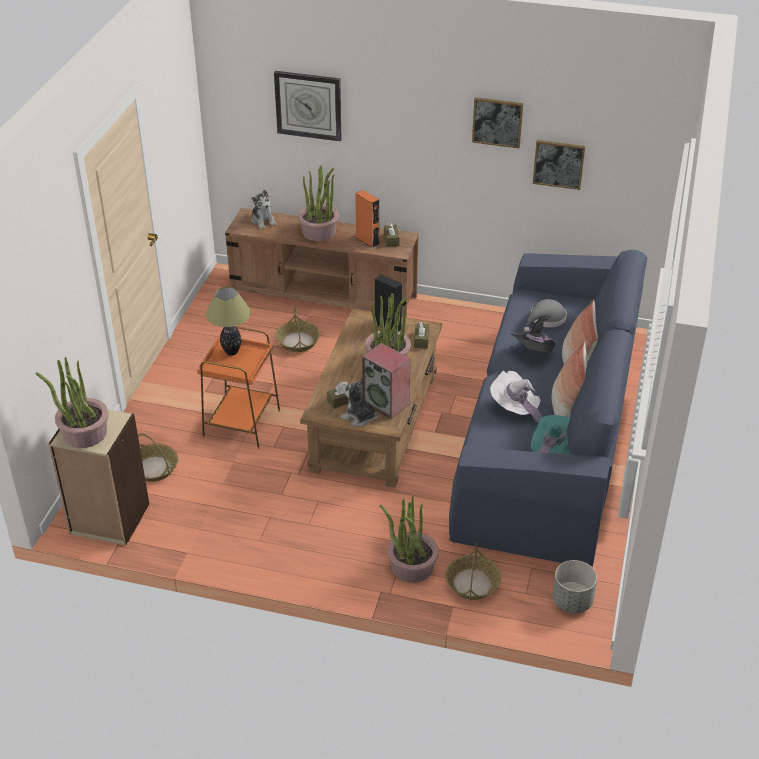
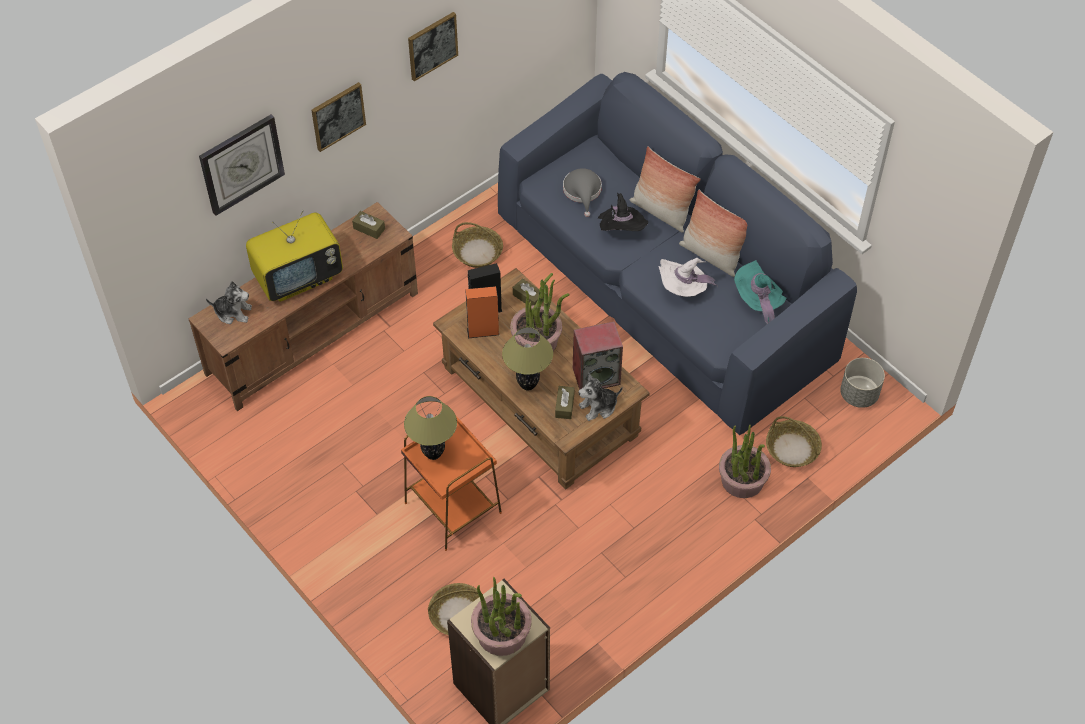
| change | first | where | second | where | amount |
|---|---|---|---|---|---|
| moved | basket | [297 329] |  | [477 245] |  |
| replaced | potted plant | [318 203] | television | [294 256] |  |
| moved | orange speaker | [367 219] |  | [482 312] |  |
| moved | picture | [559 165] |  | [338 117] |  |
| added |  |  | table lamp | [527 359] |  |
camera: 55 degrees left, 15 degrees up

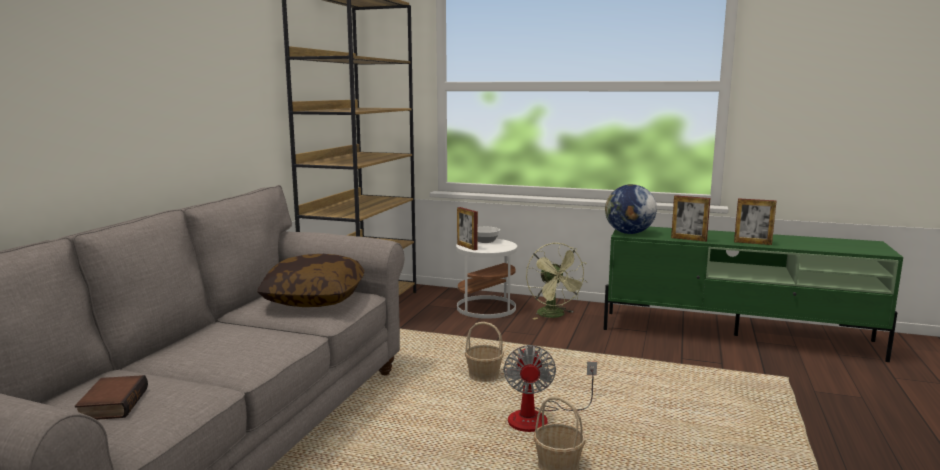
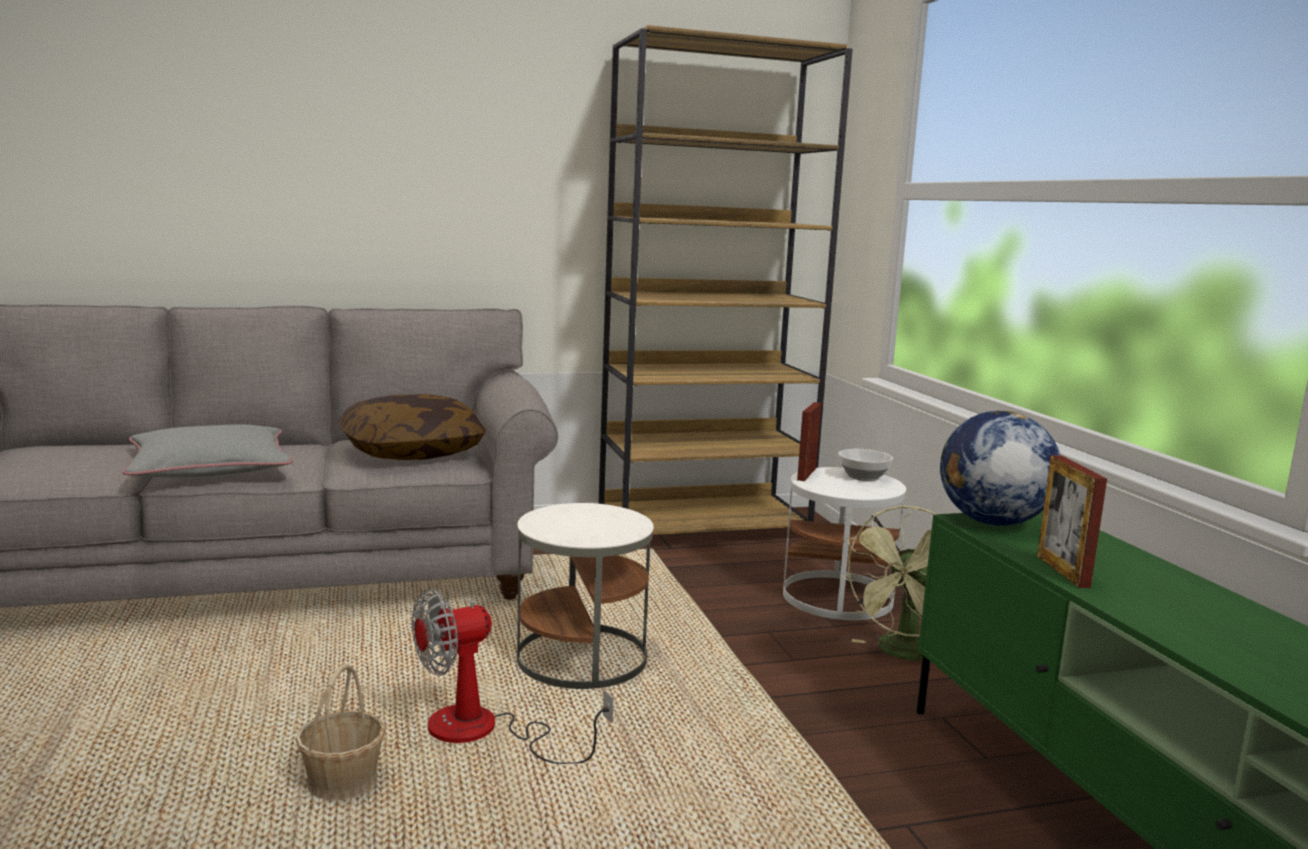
| change | first | where | second | where | amount |
|---|---|---|---|---|---|
| removed | book | [111 397] |  |  |  |
| replaced | basket | [484 352] | white side table | [585 596] |  |
| removed | picture frame | [755 221] |  |  |  |
| added |  |  | grey pillow | [207 450] |  |
camera: 55 degrees right, 0 degrees up

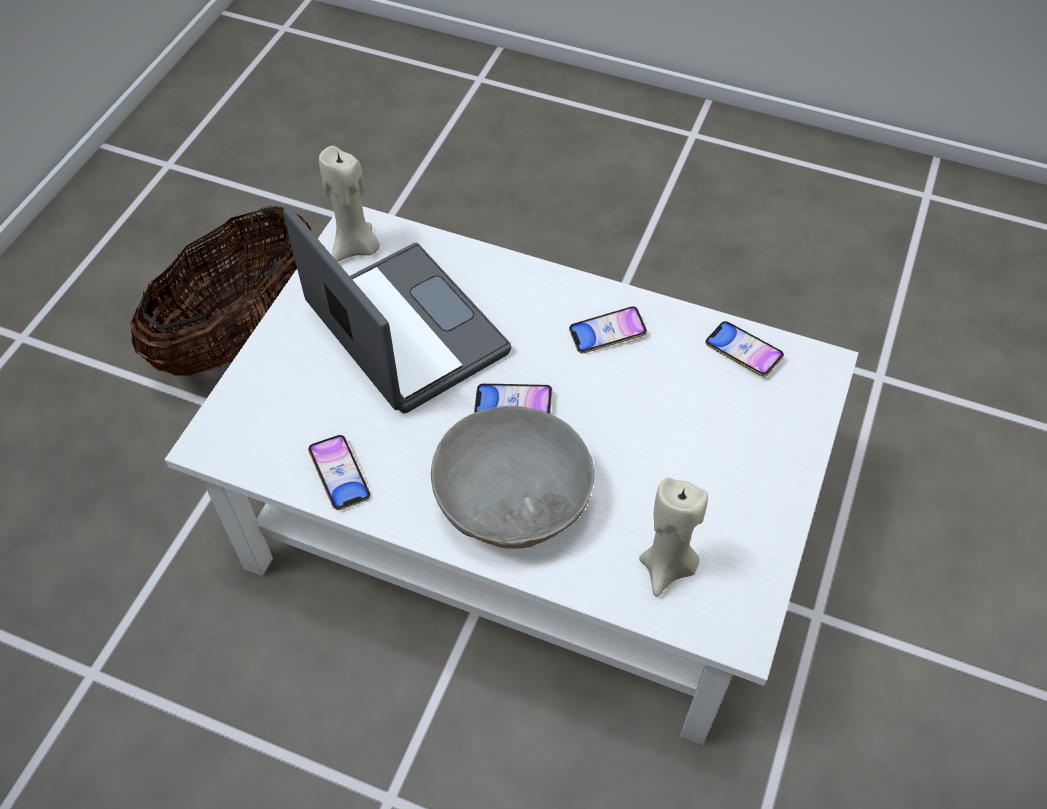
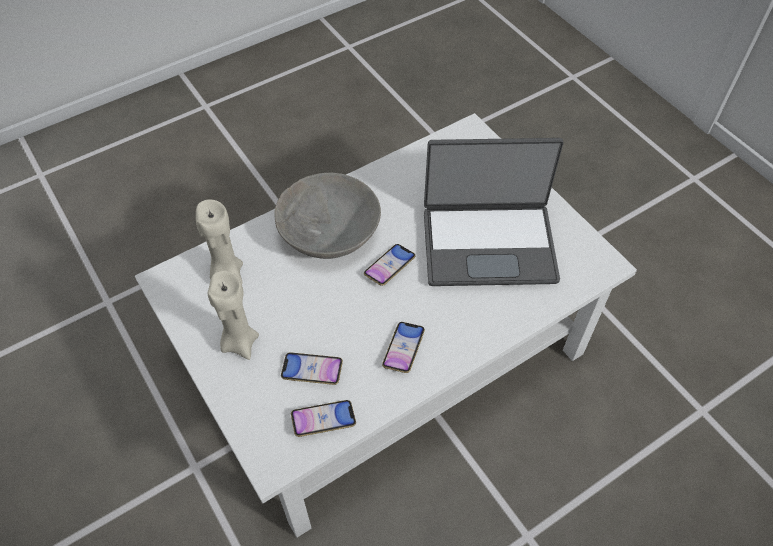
| change | first | where | second | where | amount |
|---|---|---|---|---|---|
| removed | basket | [221 291] |  |  |  |
| moved | phone | [339 472] |  | [312 368] |  |
| moved | beige candle | [349 204] |  | [233 315] |  |
camera: 125 degrees right, 0 degrees up

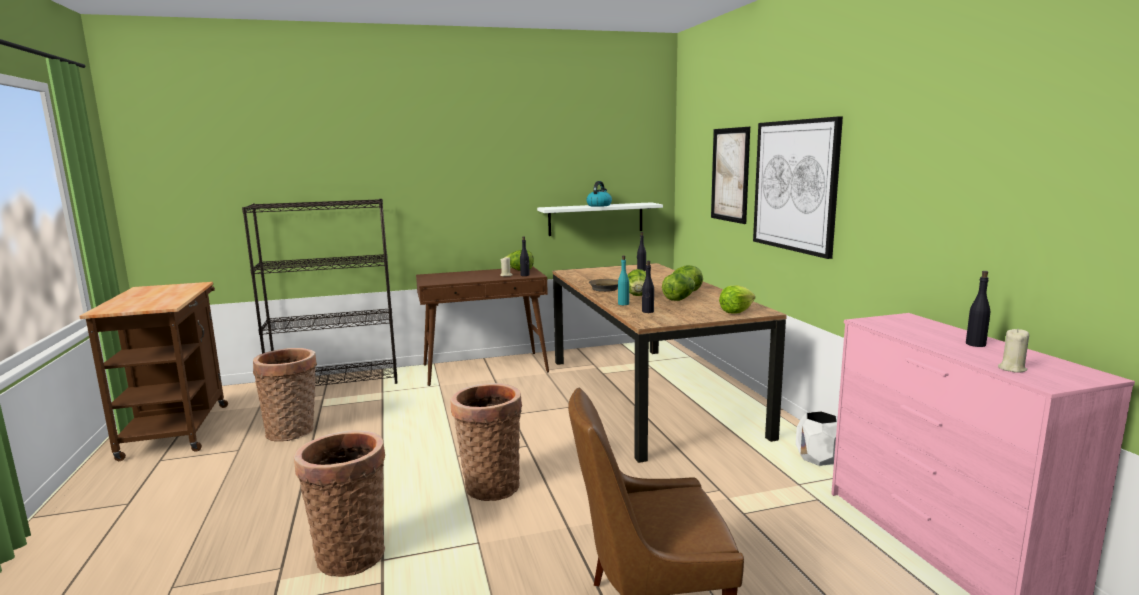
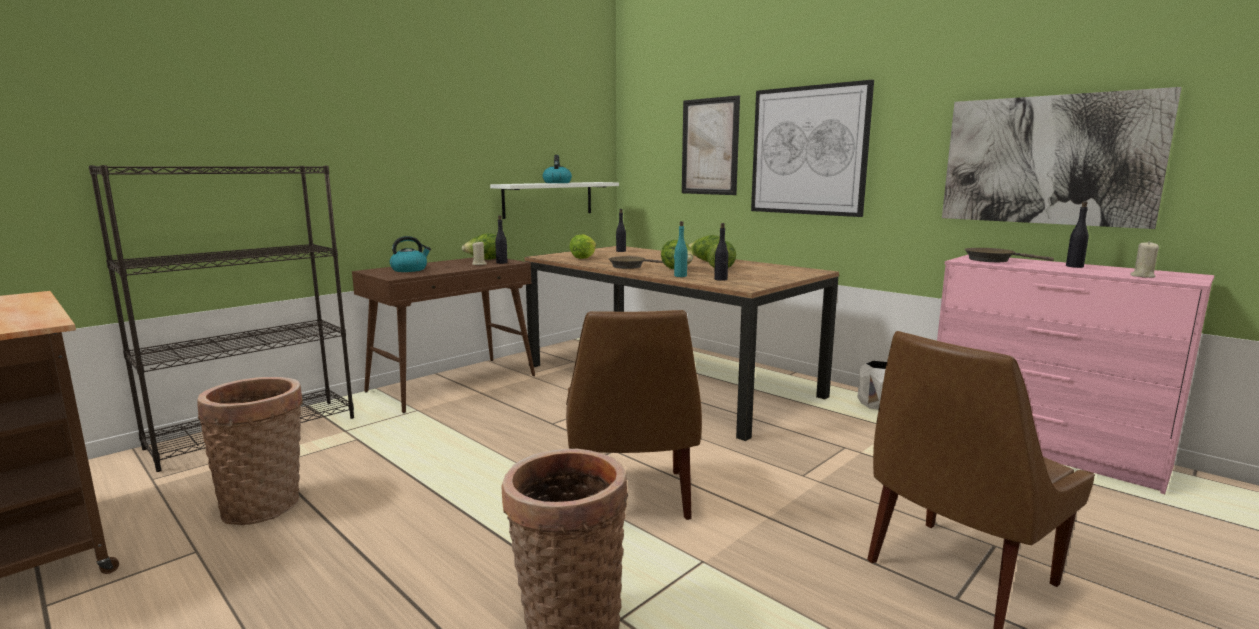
| change | first | where | second | where | amount |
|---|---|---|---|---|---|
| replaced | basket | [486 442] | brown chair | [634 415] |  |
| moved | lettuce | [737 299] |  | [582 246] |  |
| added |  |  | kettle | [410 254] |  |
| added |  |  | picture | [1062 158] |  |
| added |  |  | brown frying pan | [1009 255] |  |
camera: 30 degrees left, 0 degrees up

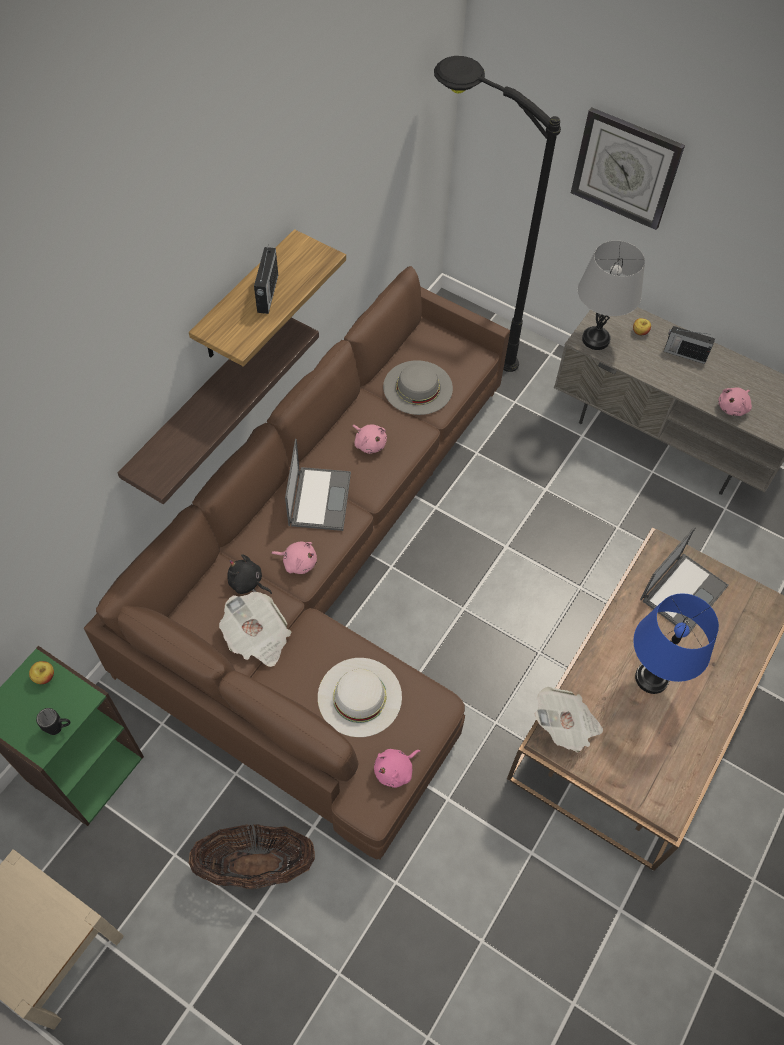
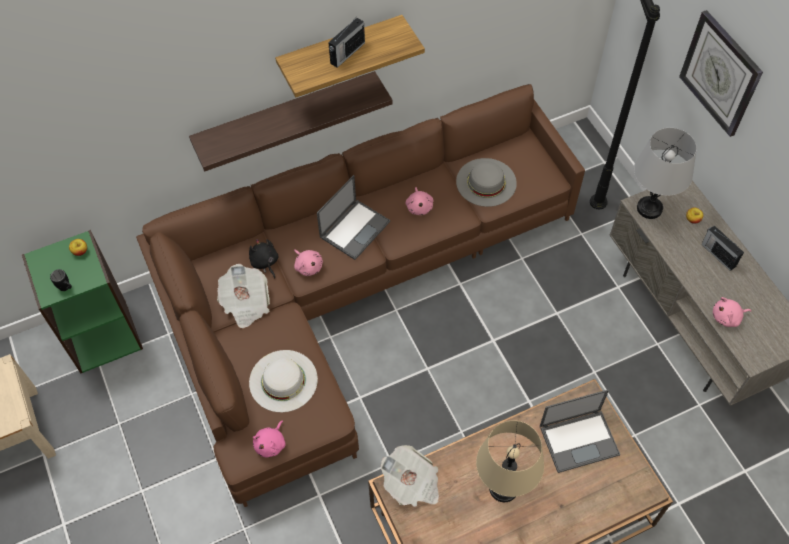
| change | first | where | second | where | amount |
|---|---|---|---|---|---|
| removed | basket | [252 856] |  |  |  |
| turned | pink plush toy | [397 768] |  | [269 439] | 60 degrees counterclockwise |
| recoloured | blue table lamp | [676 643] | beige table lamp | [510 461] |  |
camera: 35 degrees right, 0 degrees up

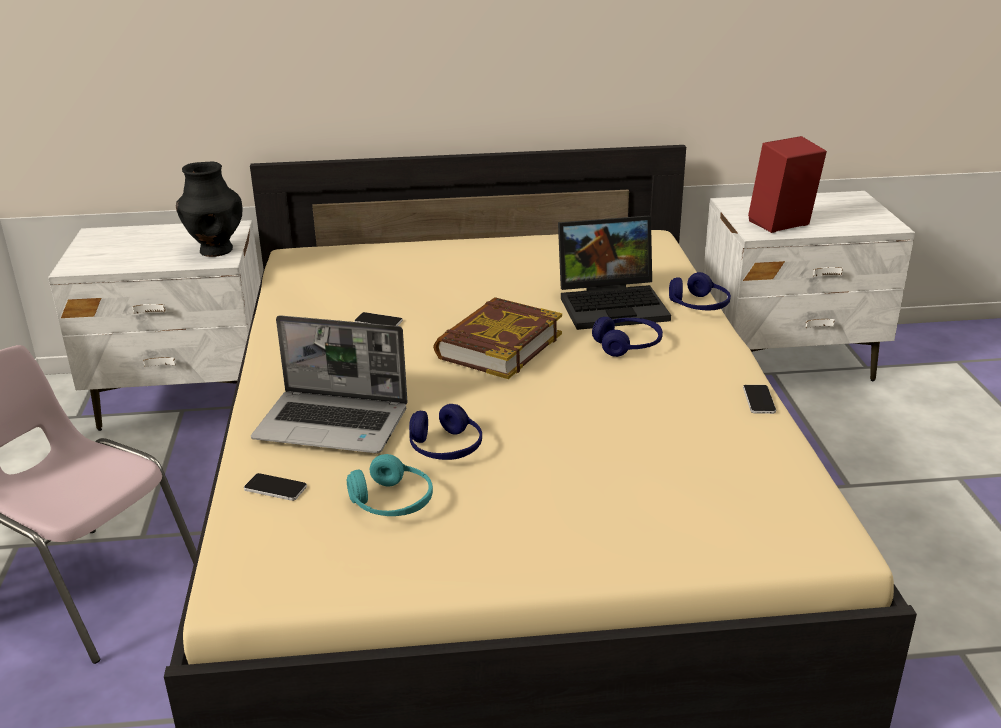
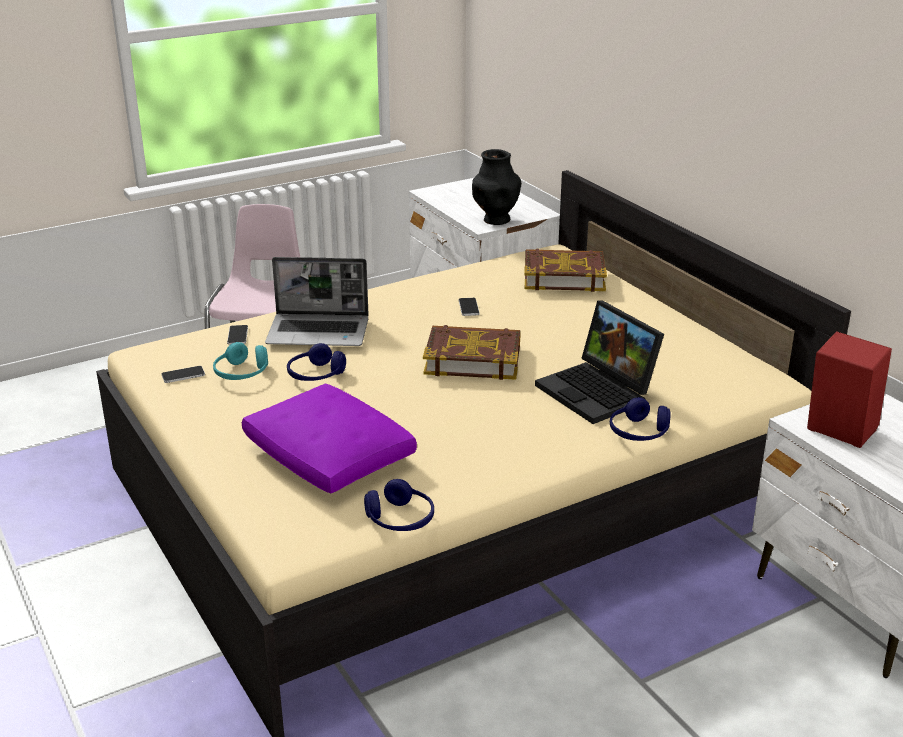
| change | first | where | second | where | amount |
|---|---|---|---|---|---|
| turned | laptop | [329 384] |  | [317 301] | 75 degrees counterclockwise |
| moved | blue headphones | [627 337] |  | [399 505] |  |
| moved | phone | [759 399] |  | [183 374] |  |
| added |  |  | purple pillow | [329 438] |  |
| added |  |  | book | [566 270] |  |
camera: 65 degrees right, 0 degrees up

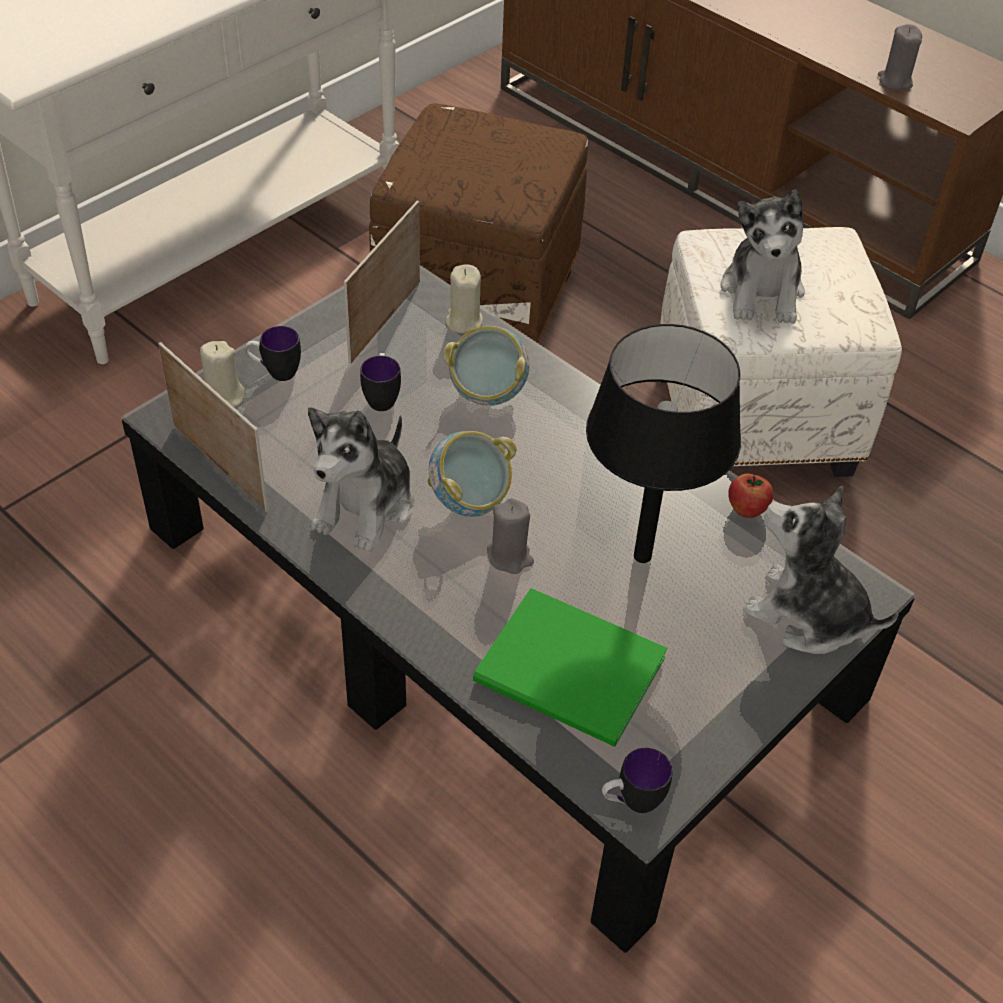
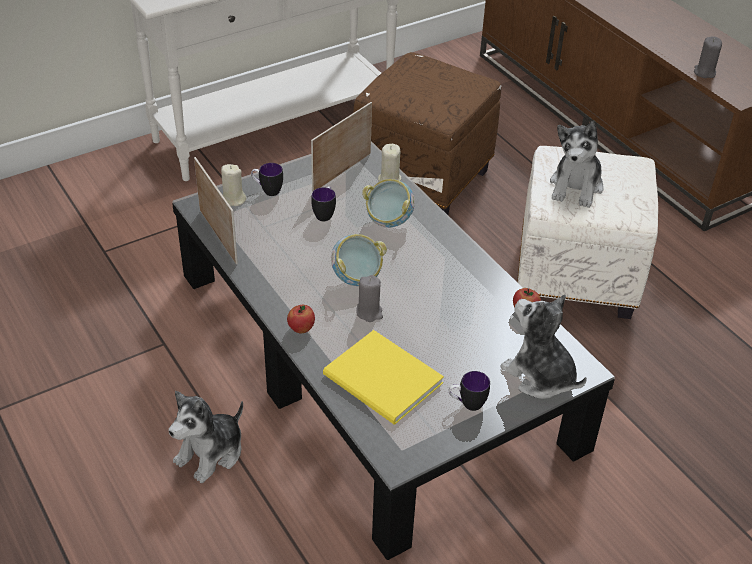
| change | first | where | second | where | amount |
|---|---|---|---|---|---|
| moved | plush toy | [361 479] |  | [206 437] |  |
| recoloured | green book | [570 667] | yellow book | [383 377] |  |
| removed | black table lamp | [663 443] |  |  |  |
| moved | mug | [637 780] |  | [469 391] |  |
| added |  |  | apple | [301 319] |  |
camera: 15 degrees right, 5 degrees down

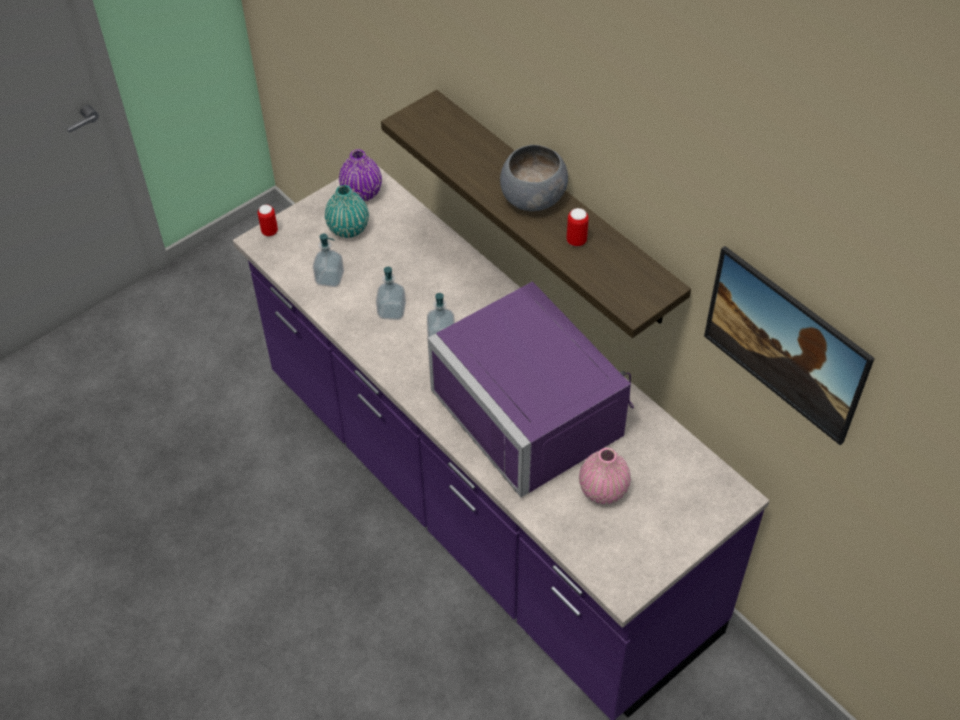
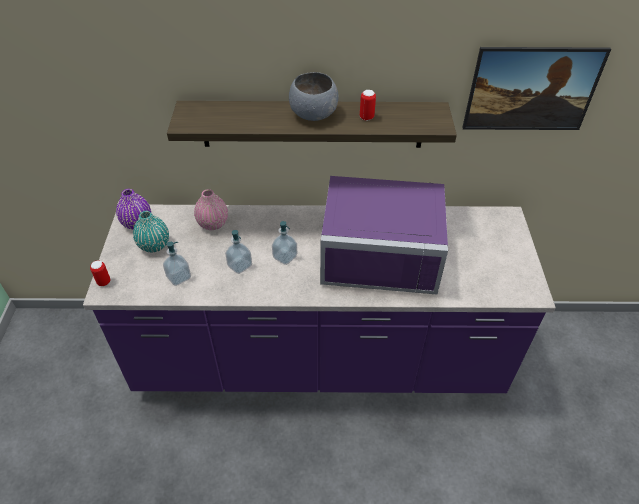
| change | first | where | second | where | amount |
|---|---|---|---|---|---|
| moved | pink vase | [605 476] |  | [211 209] |  |
camera: 50 degrees left, 5 degrees down

